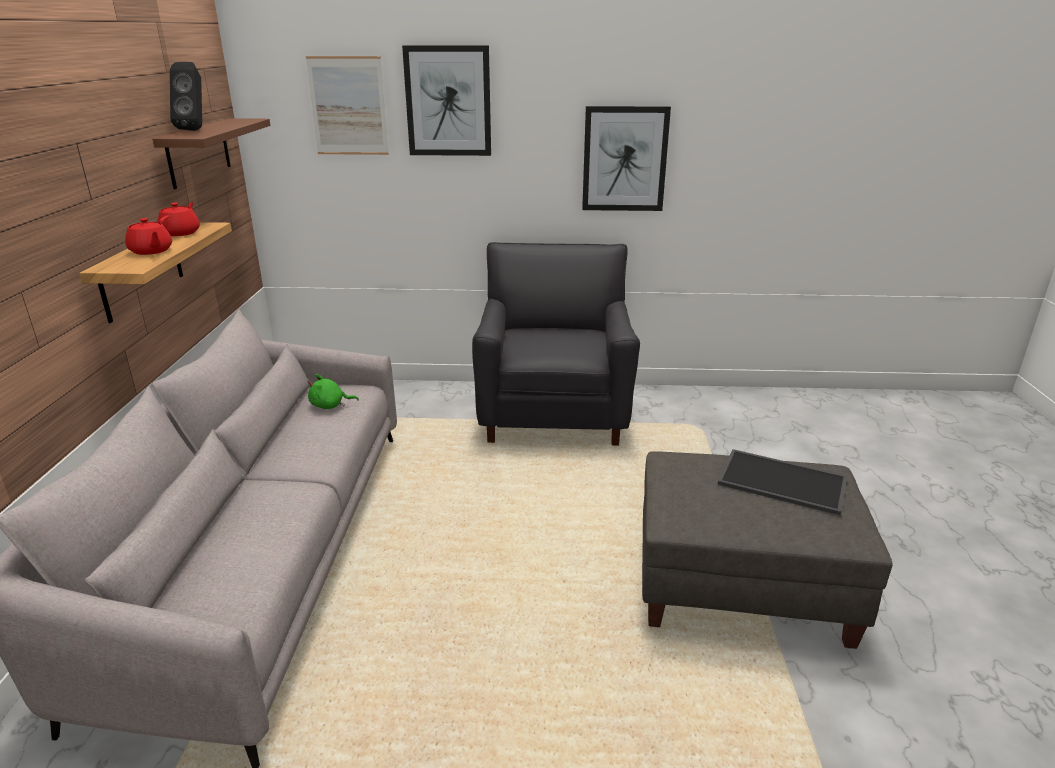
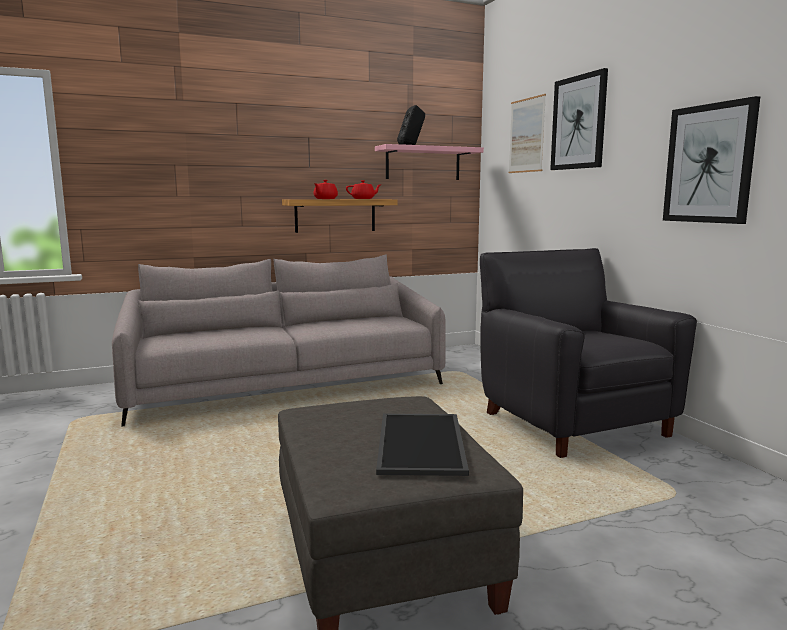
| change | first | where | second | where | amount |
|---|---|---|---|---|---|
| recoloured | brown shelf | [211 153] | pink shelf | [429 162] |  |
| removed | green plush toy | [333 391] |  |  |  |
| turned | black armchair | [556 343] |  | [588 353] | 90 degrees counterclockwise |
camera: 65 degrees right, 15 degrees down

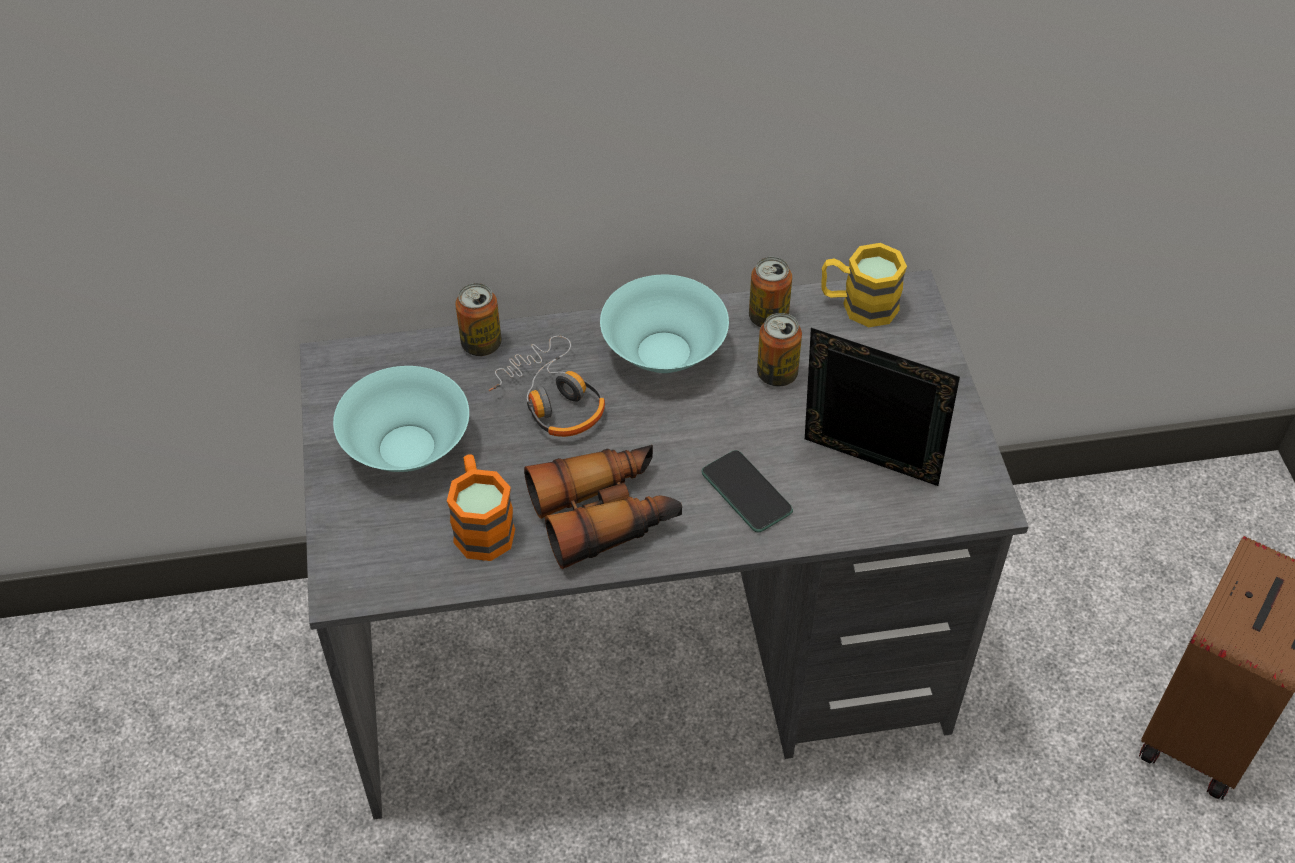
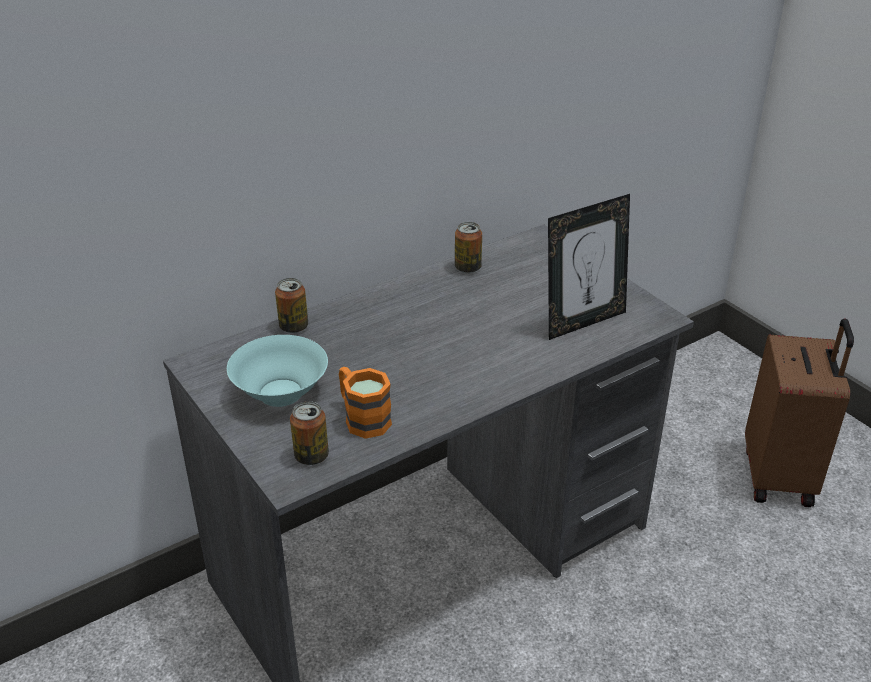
| change | first | where | second | where | amount |
|---|---|---|---|---|---|
| removed | headphones | [547 386] |  |  |  |
| removed | binoculars | [603 507] |  |  |  |
| removed | turquoise bowl | [664 324] |  |  |  |
| removed | phone | [747 491] |  |  |  |
| moved | can | [779 349] |  | [309 433] |  |
| turned | picture frame | [882 407] |  | [589 267] | 150 degrees clockwise |
| removed | yellow mug | [864 285] |  |  |  |
camera: 25 degrees left, 15 degrees down

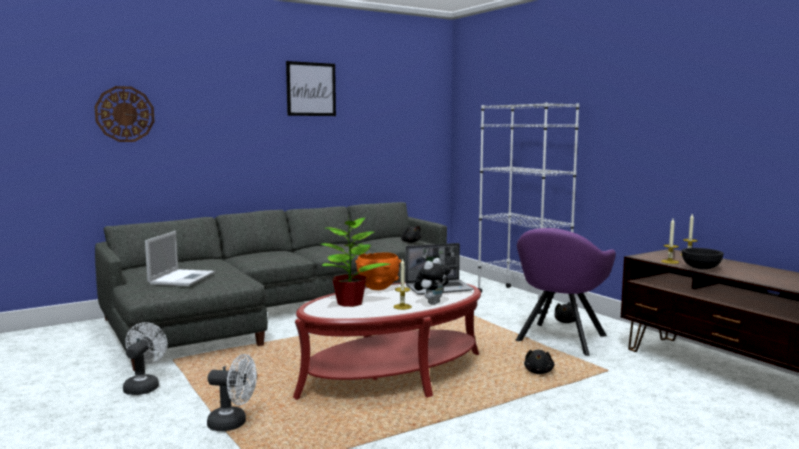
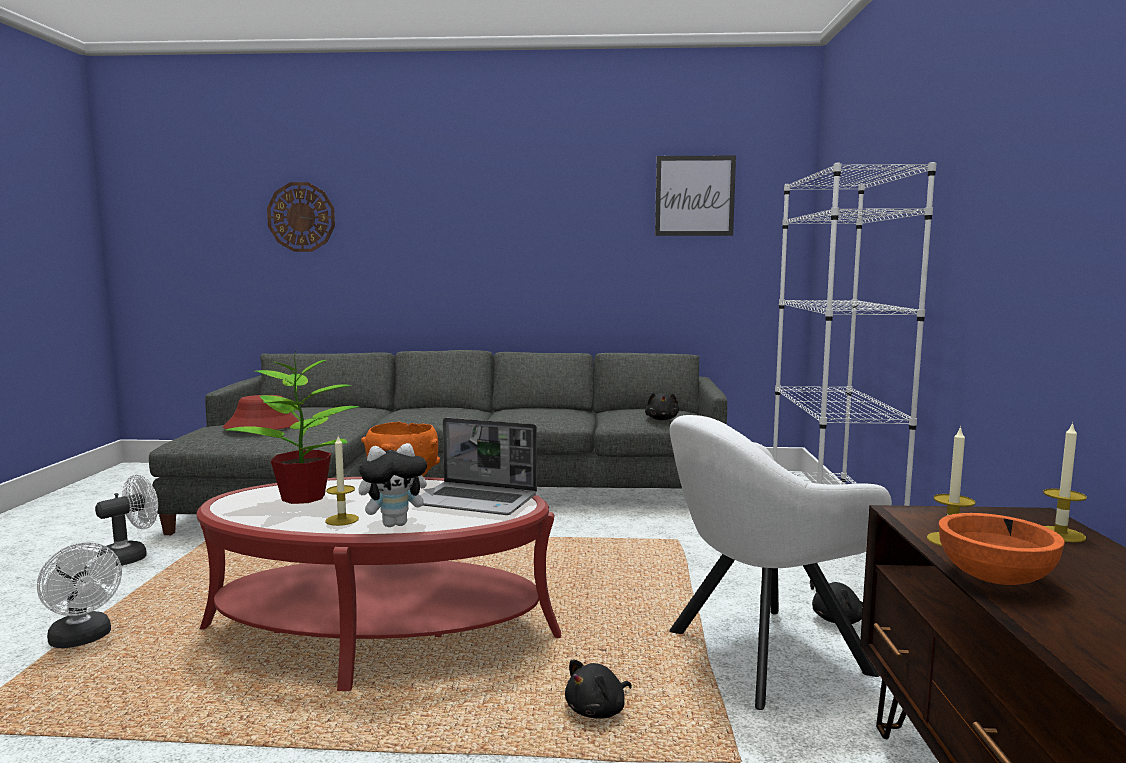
| change | first | where | second | where | amount |
|---|---|---|---|---|---|
| replaced | laptop | [180 258] | red hat | [261 412] |  |
| moved | picture | [311 88] |  | [695 196] |  |
| recoloured | purple armchair | [565 292] | white armchair | [780 562] |  |
| recoloured | black bowl | [703 258] | orange bowl | [1002 549] |  |
camera: 35 degrees right, 0 degrees up

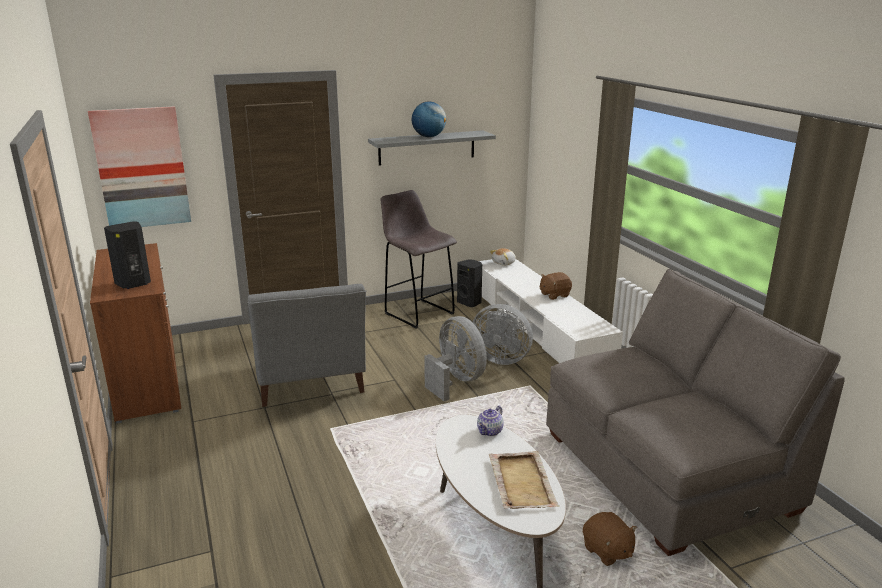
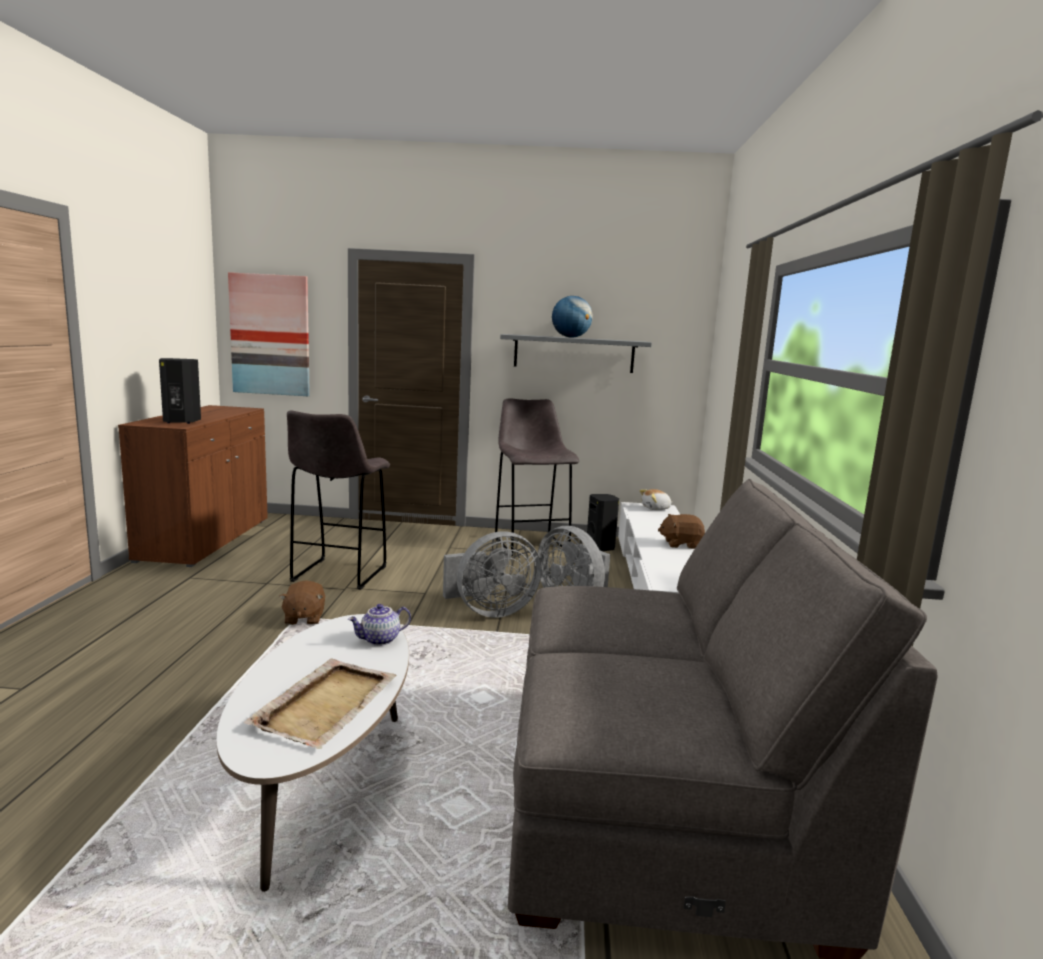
| change | first | where | second | where | amount |
|---|---|---|---|---|---|
| replaced | grey armchair | [306 345] | grey stool | [338 500] |  |
| turned | grey fan | [455 358] |  | [492 574] | 75 degrees clockwise |
| moved | brown plush toy | [610 539] |  | [302 602] |  |
camera: 25 degrees right, 10 degrees down

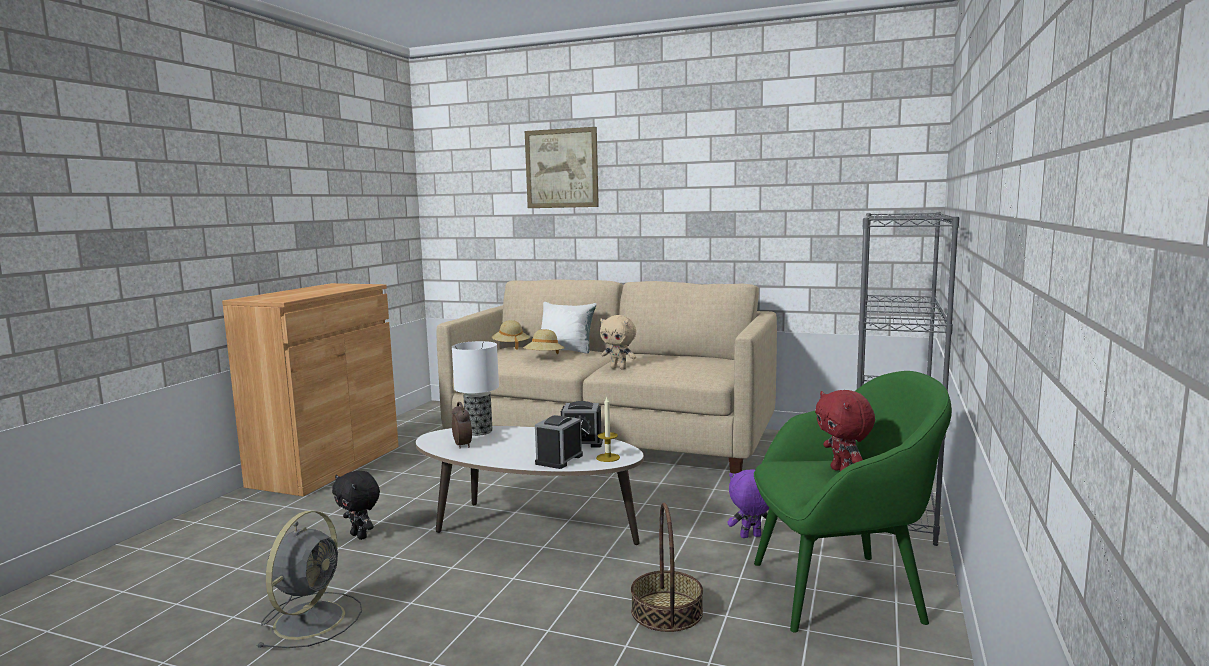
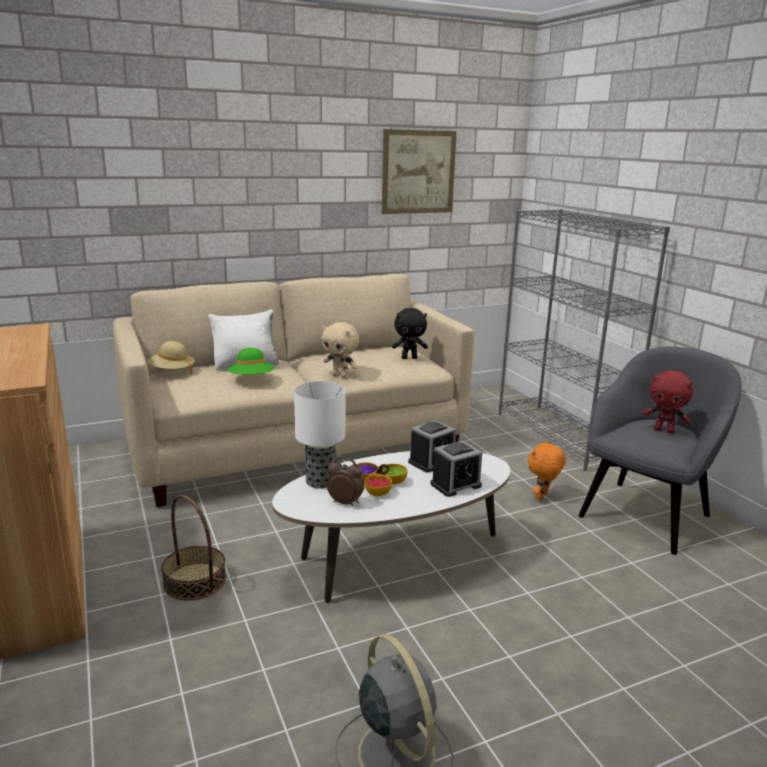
| change | first | where | second | where | amount |
|---|---|---|---|---|---|
| moved | black plush toy | [356 505] |  | [410 333] |  |
| recoloured | beige hat | [544 341] | green hat | [251 361] |  |
| moved | picture | [562 167] |  | [419 171] |  |
| turned | alarm clock | [559 442] |  | [456 469] | 105 degrees counterclockwise |
| removed | candle | [608 429] |  |  |  |
| turned | beige plush toy | [618 342] |  | [340 350] | 45 degrees clockwise |
| moved | basket | [667 567] |  | [193 547] |  |
| recoloured | purple plush toy | [748 503] | orange plush toy | [547 470] |  |
| recoloured | green armchair | [853 502] | grey armchair | [660 450] |  |
| added |  |  | bowl | [381 479] |  |
camera: 45 degrees left, 10 degrees up

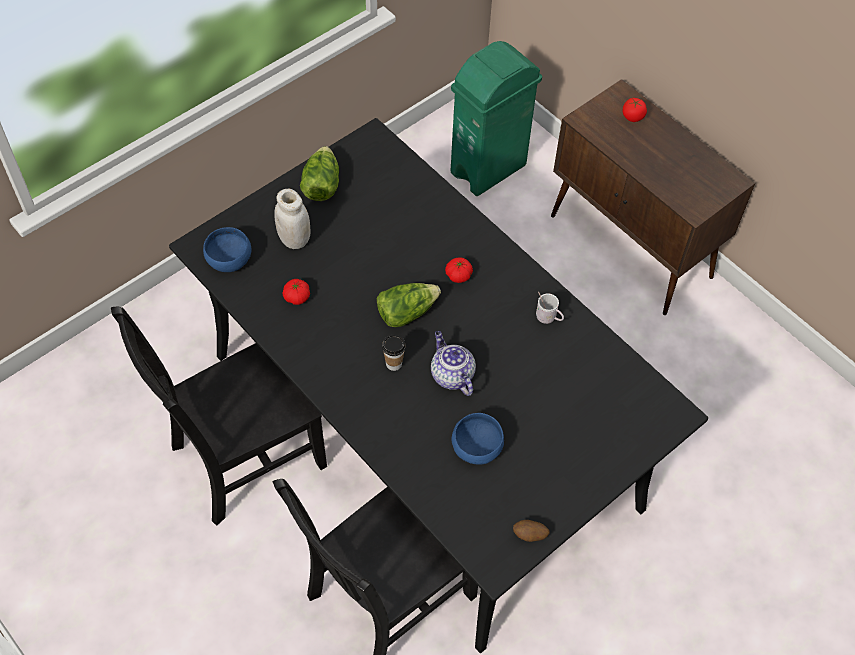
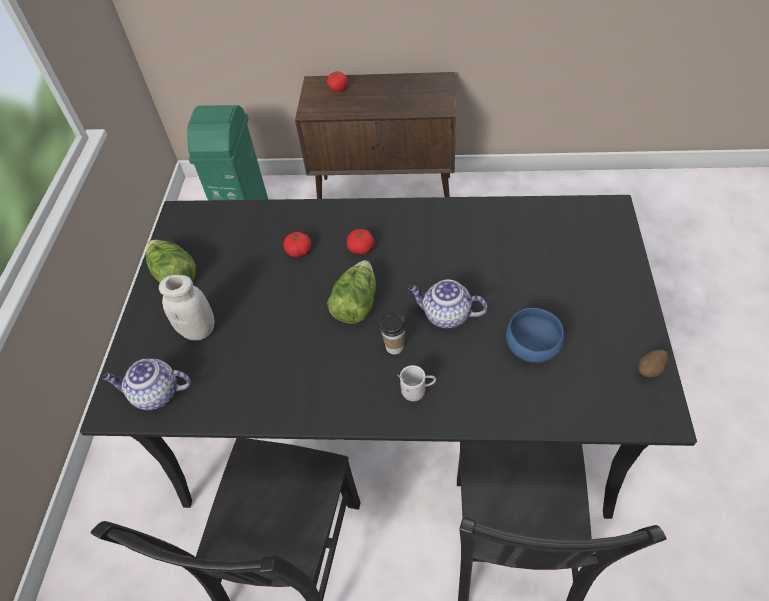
| change | first | where | second | where | amount |
|---|---|---|---|---|---|
| replaced | blue bowl | [227 249] | teapot | [146 384] |  |
| moved | tomato | [296 292] |  | [297 244] |  |
| moved | white mug | [550 308] |  | [416 383] |  |
camera: 40 degrees left, 5 degrees down

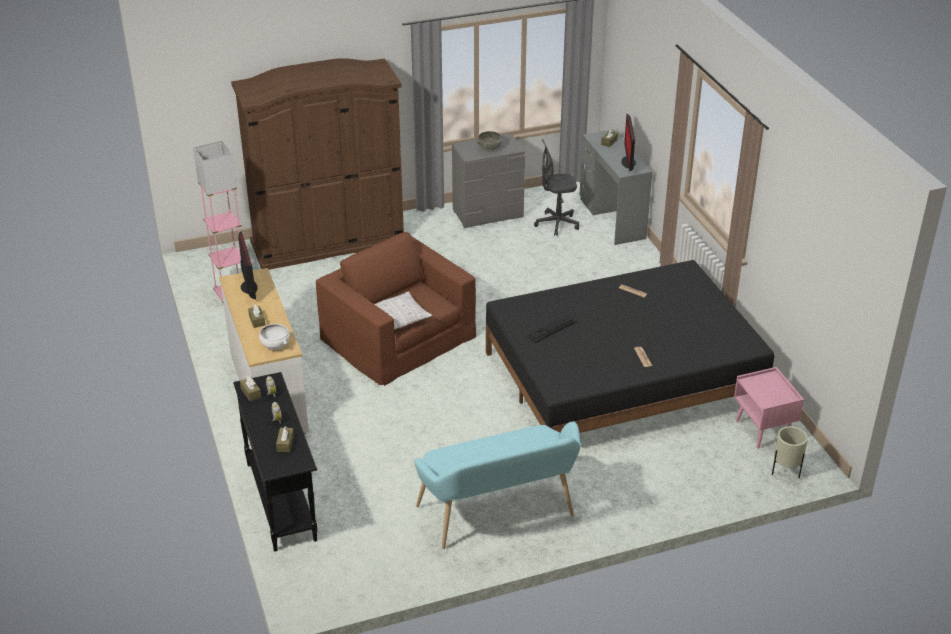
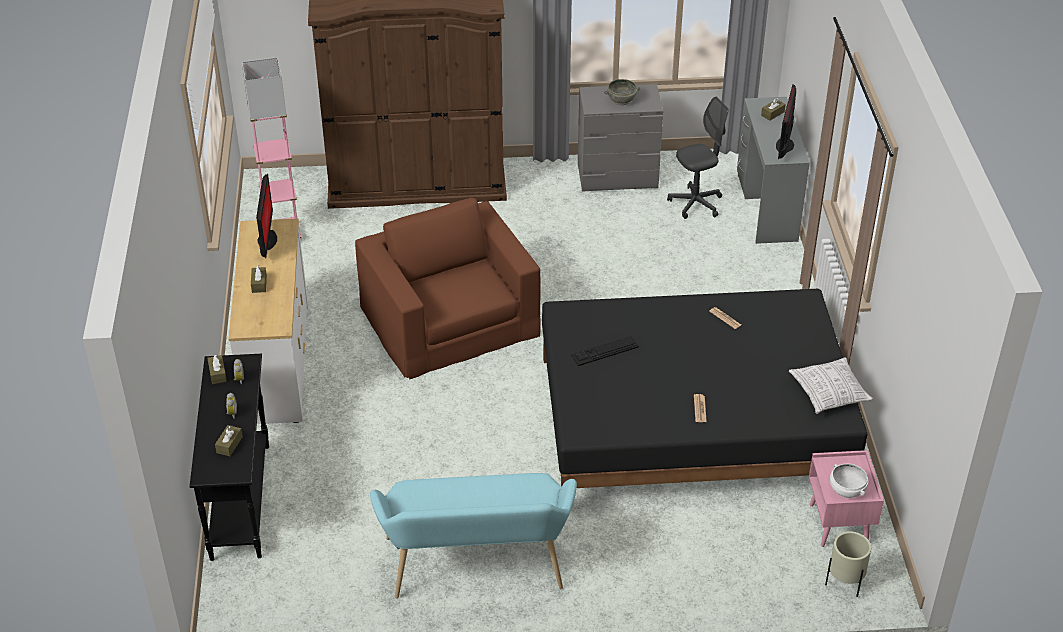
| change | first | where | second | where | amount |
|---|---|---|---|---|---|
| moved | white bowl | [274 337] |  | [849 481] |  |
| moved | pillow | [403 310] |  | [831 385] |  |
| turned | grey office chair | [556 187] |  | [698 158] | 150 degrees clockwise |
camera: 15 degrees right, 5 degrees up

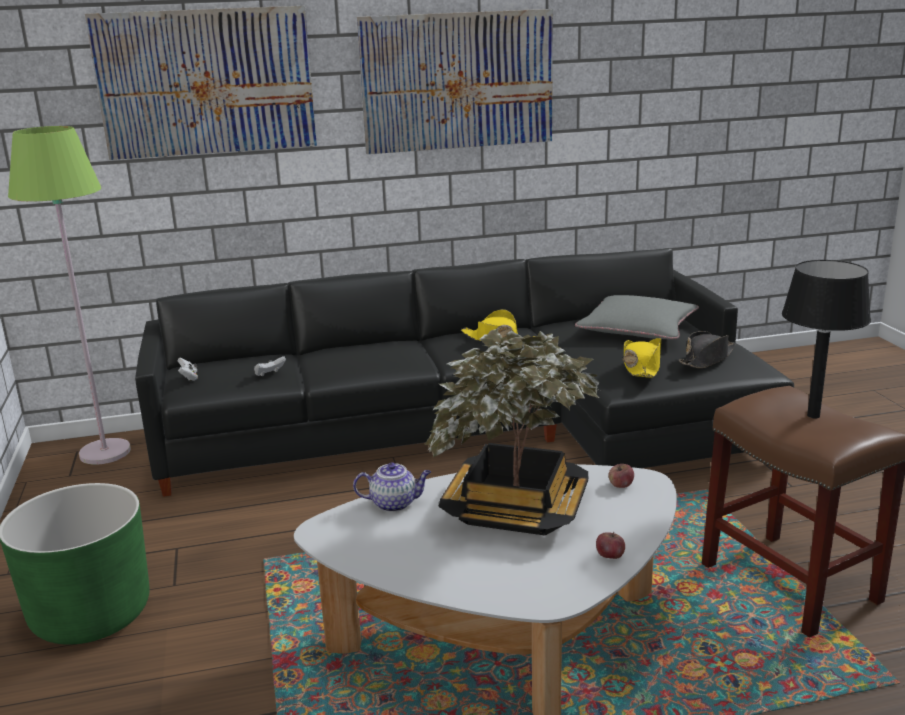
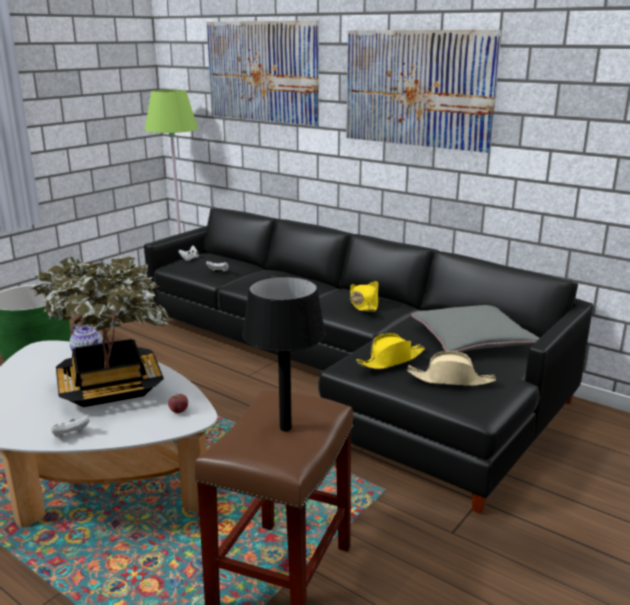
| change | first | where | second | where | amount |
|---|---|---|---|---|---|
| replaced | apple | [610 545] | white game controller | [70 427] |  |
| recoloured | black hat | [707 349] | beige hat | [451 368] |  |
camera: 50 degrees right, 0 degrees up

